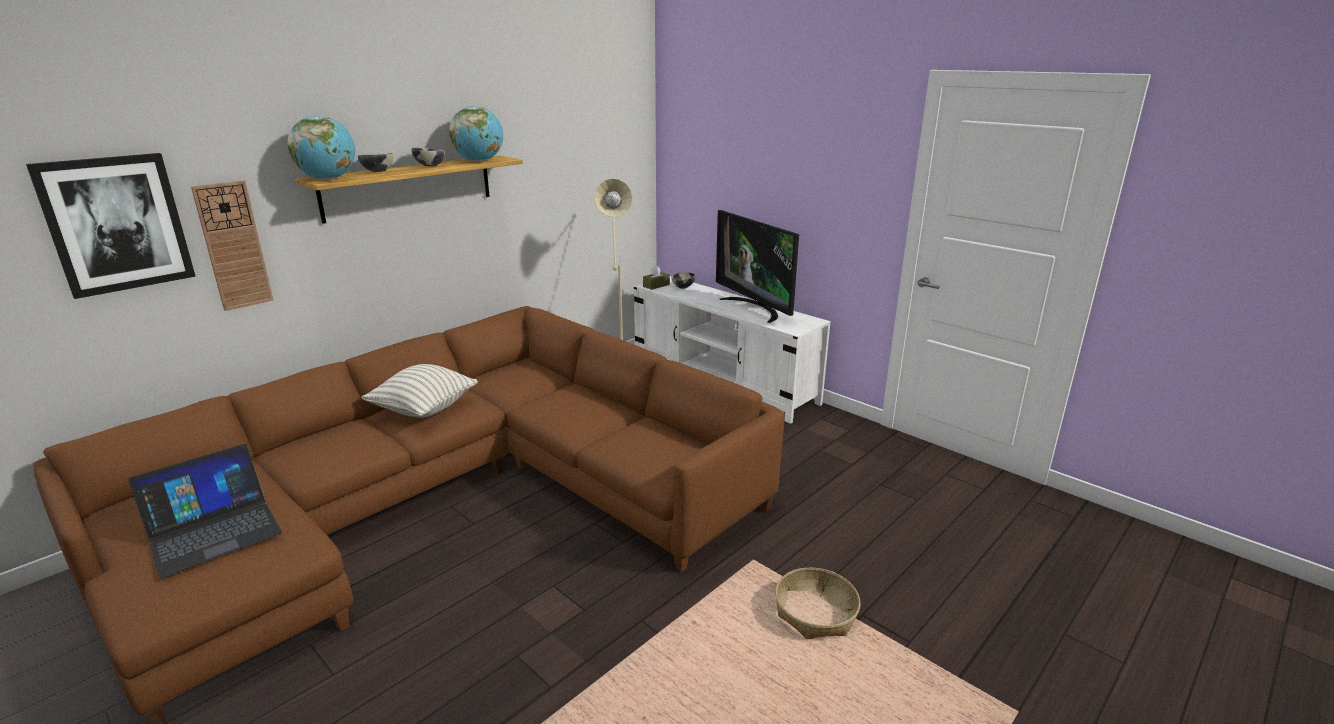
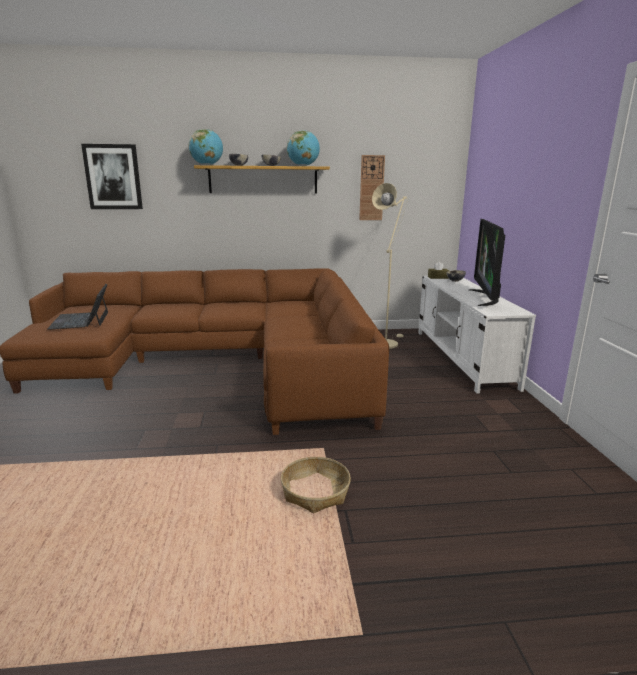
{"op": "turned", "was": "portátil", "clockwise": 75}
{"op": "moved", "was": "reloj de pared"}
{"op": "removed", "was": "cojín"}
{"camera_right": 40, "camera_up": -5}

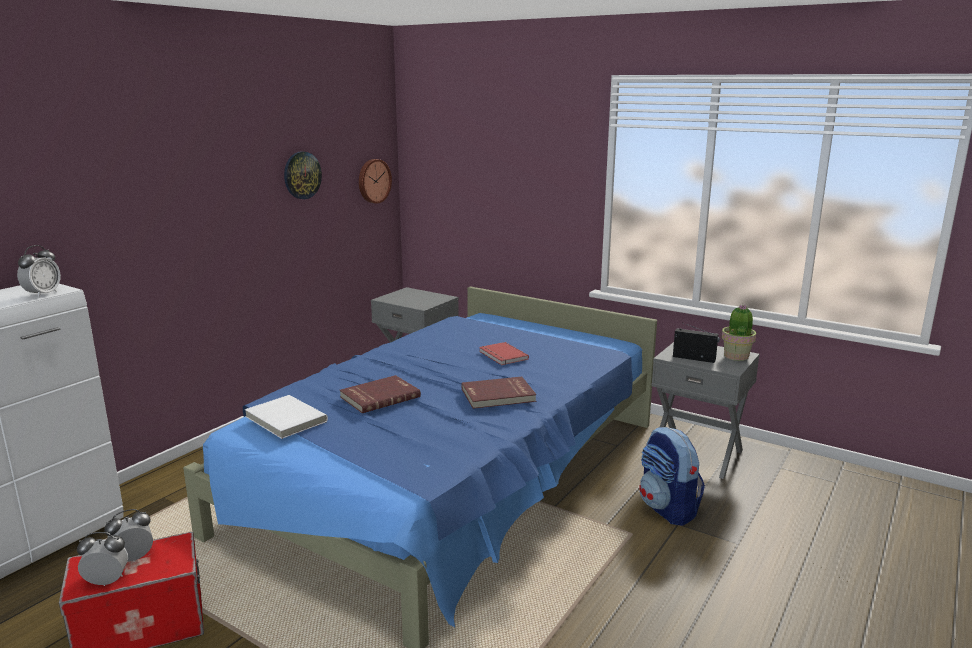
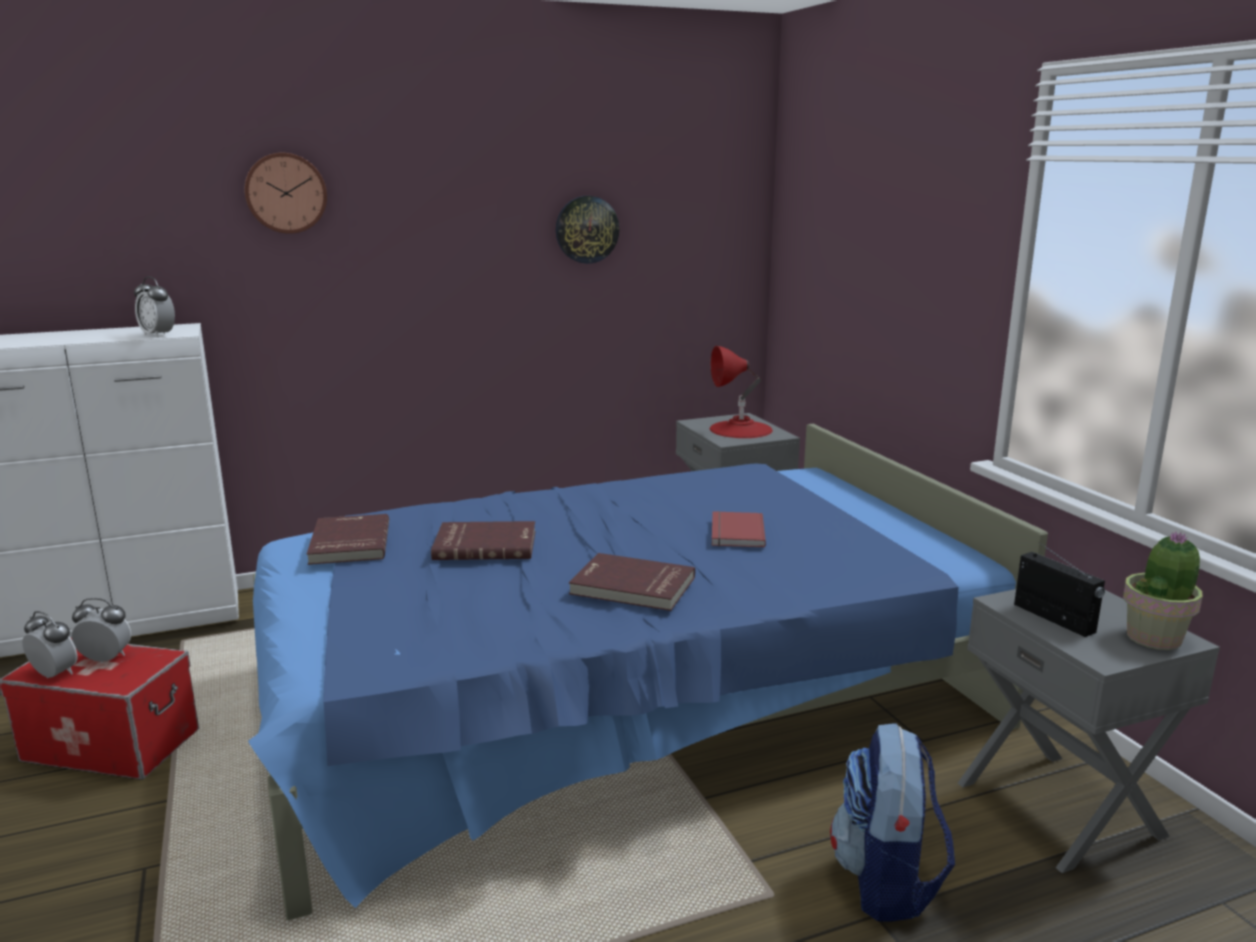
{"op": "turned", "was": "despertador (1st from left in the first image)", "clockwise": 75}
{"op": "recoloured", "was": "libro (blanco)", "now": "libro (rojo) (1st from left)"}
{"op": "moved", "was": "reloj de pared (2nd from left in the first image)", "now": "reloj de pared (1st from left)"}
{"op": "added", "now": "lámpara de mesa (rojo)"}
{"camera_right": 35, "camera_up": 0}

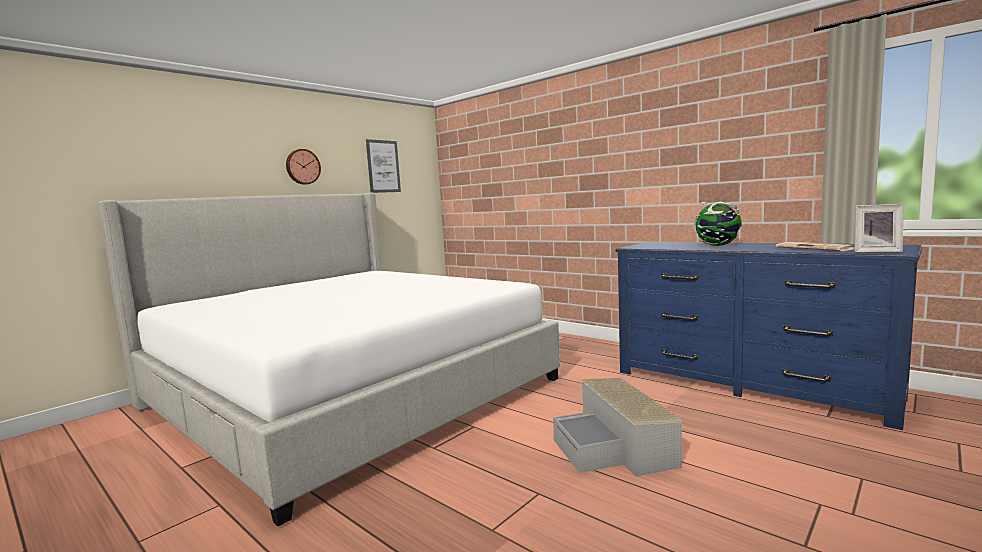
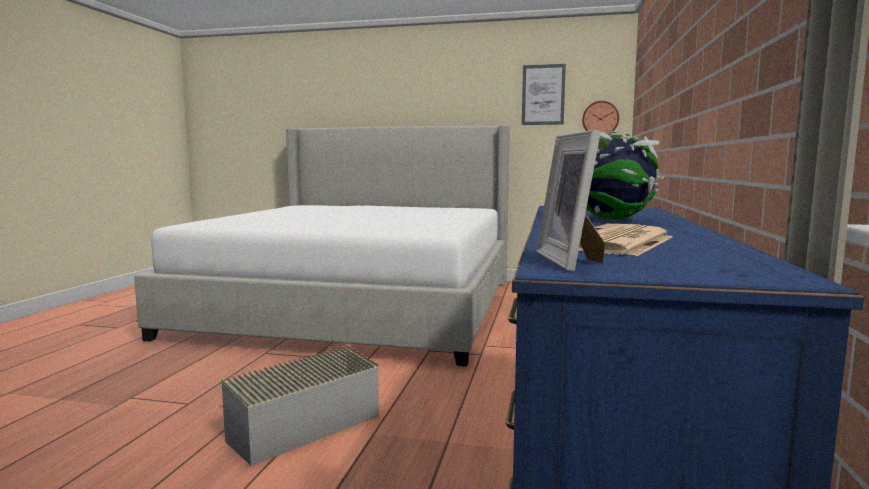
{"op": "moved", "was": "reloj de pared"}
{"camera_right": 60, "camera_up": 0}

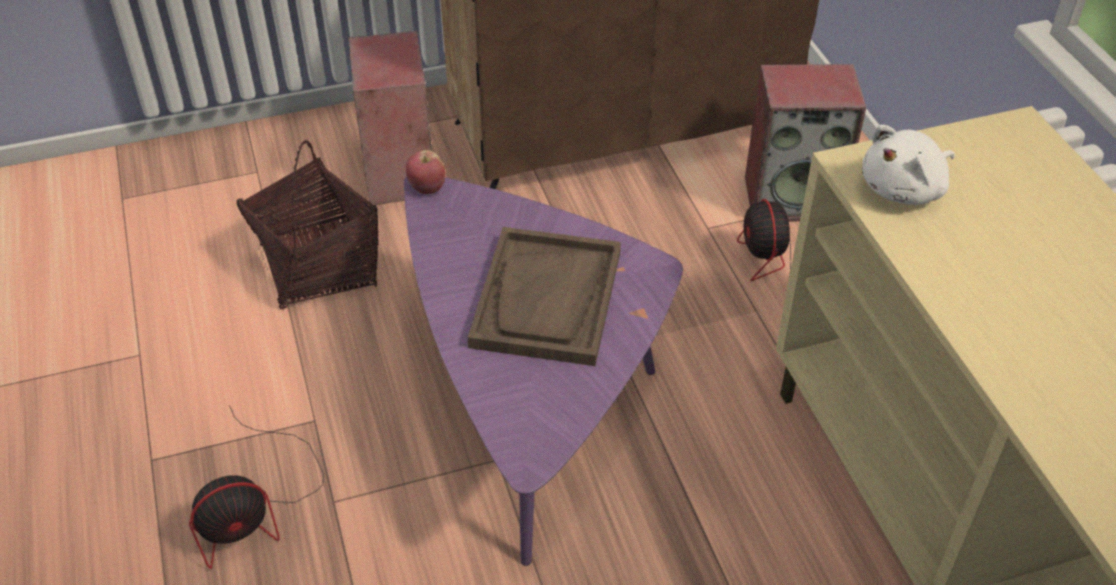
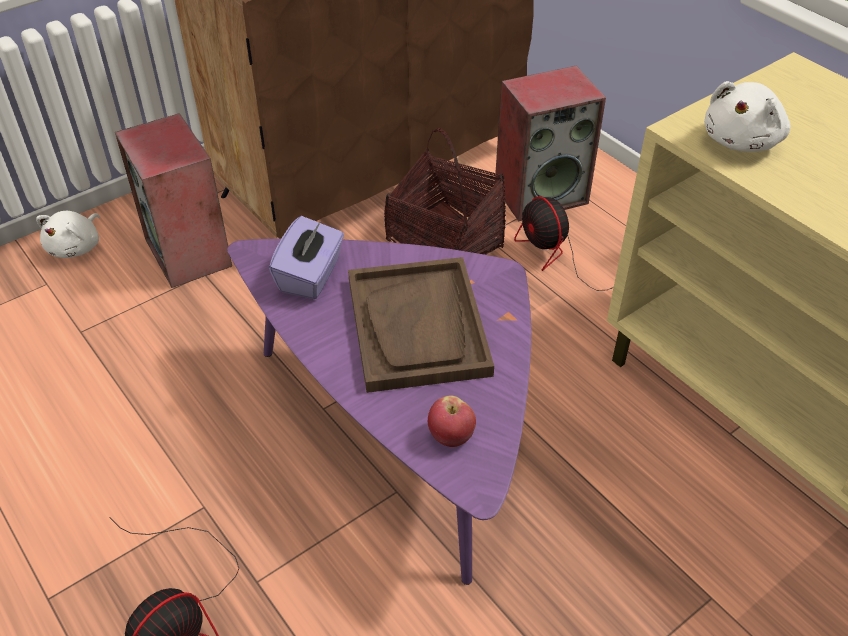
{"op": "moved", "was": "cesta"}
{"op": "moved", "was": "manzana"}
{"op": "added", "now": "peluche (blanco) (1st from left)"}
{"op": "added", "now": "caja de pañuelos (morado)"}
{"camera_right": -20, "camera_up": 0}

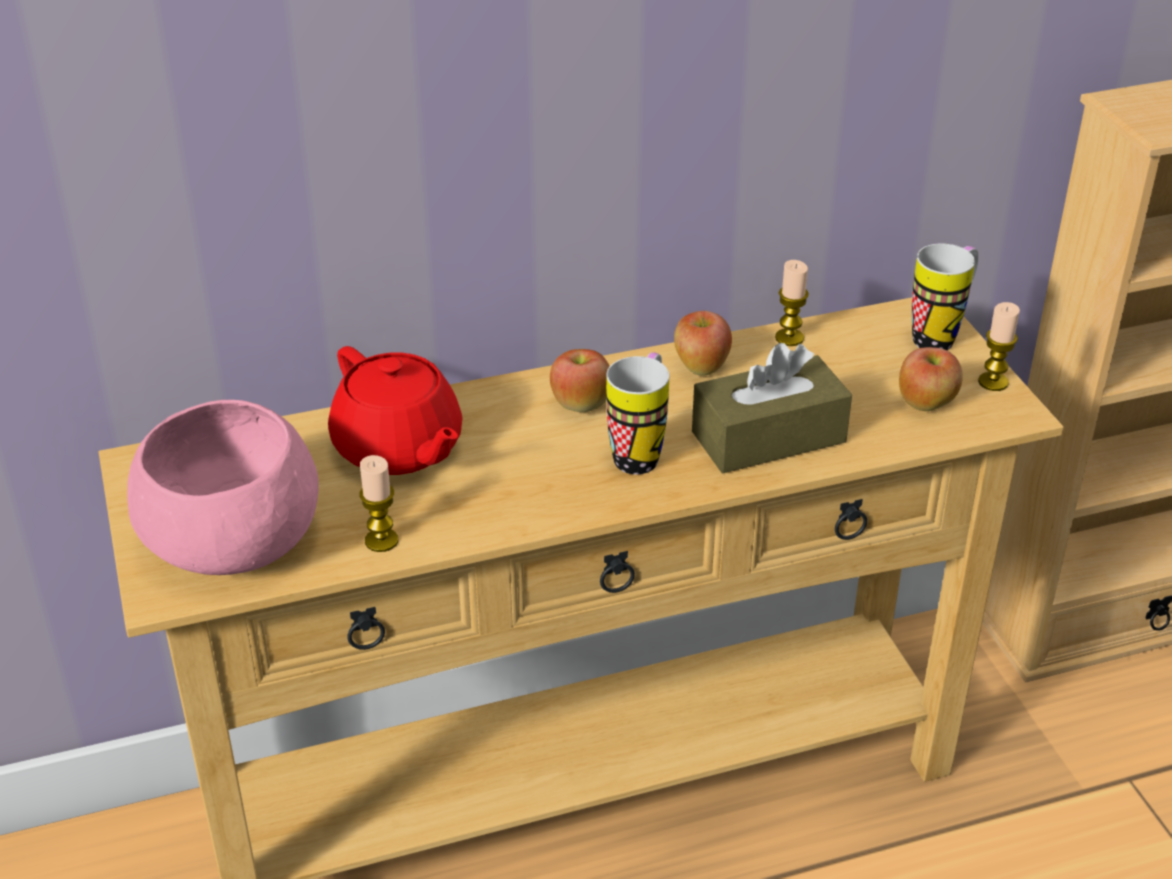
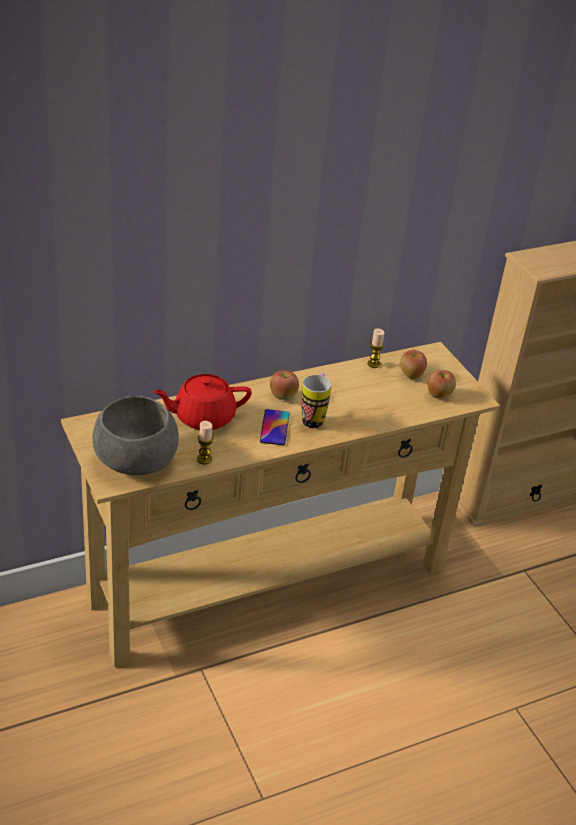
{"op": "recoloured", "was": "cuenco (rosa)", "now": "cuenco (gris)"}
{"op": "turned", "was": "tetera (rojo)", "clockwise": 120}
{"op": "moved", "was": "manzana (2nd from left)"}
{"op": "removed", "was": "caja de pañuelos (marrón)"}
{"op": "removed", "was": "taza grande (2nd from left)"}
{"op": "removed", "was": "vela (3rd from left)"}
{"op": "added", "now": "móvil"}
{"camera_right": -10, "camera_up": 0}

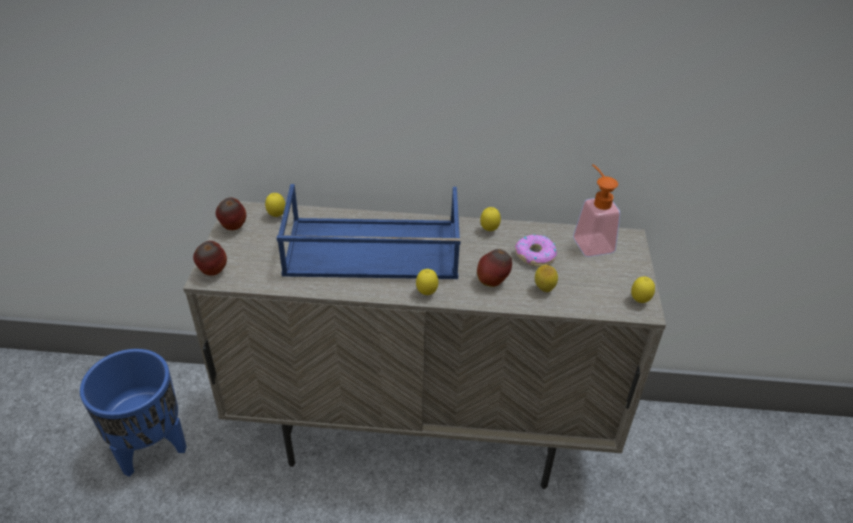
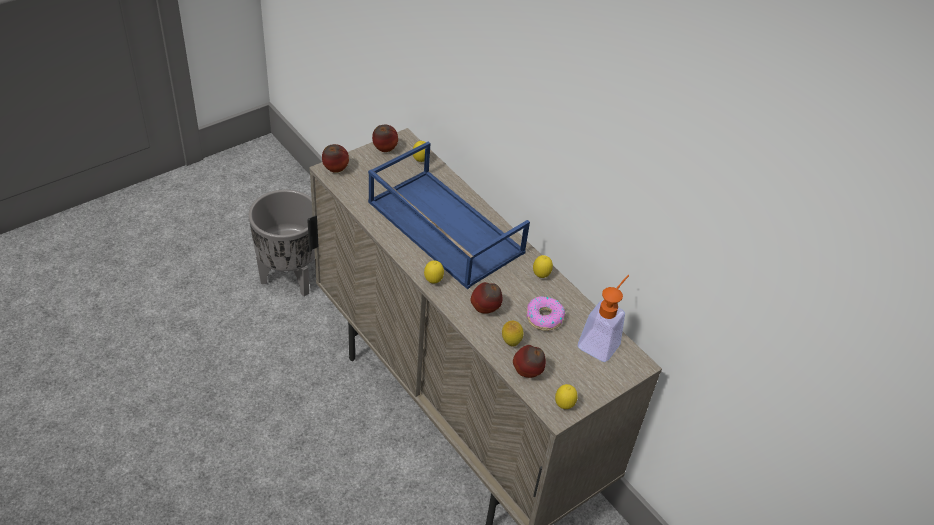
{"op": "recoloured", "was": "maceta (azul)", "now": "maceta (gris)"}
{"op": "added", "now": "manzana (4th from left)"}
{"camera_right": 45, "camera_up": 5}

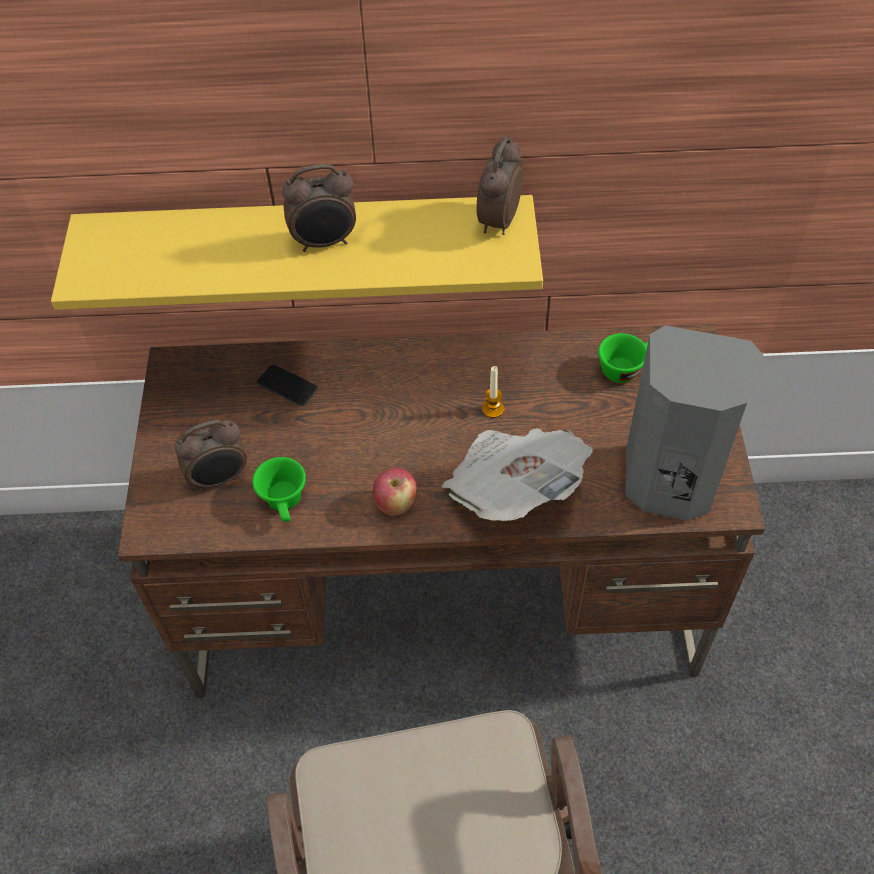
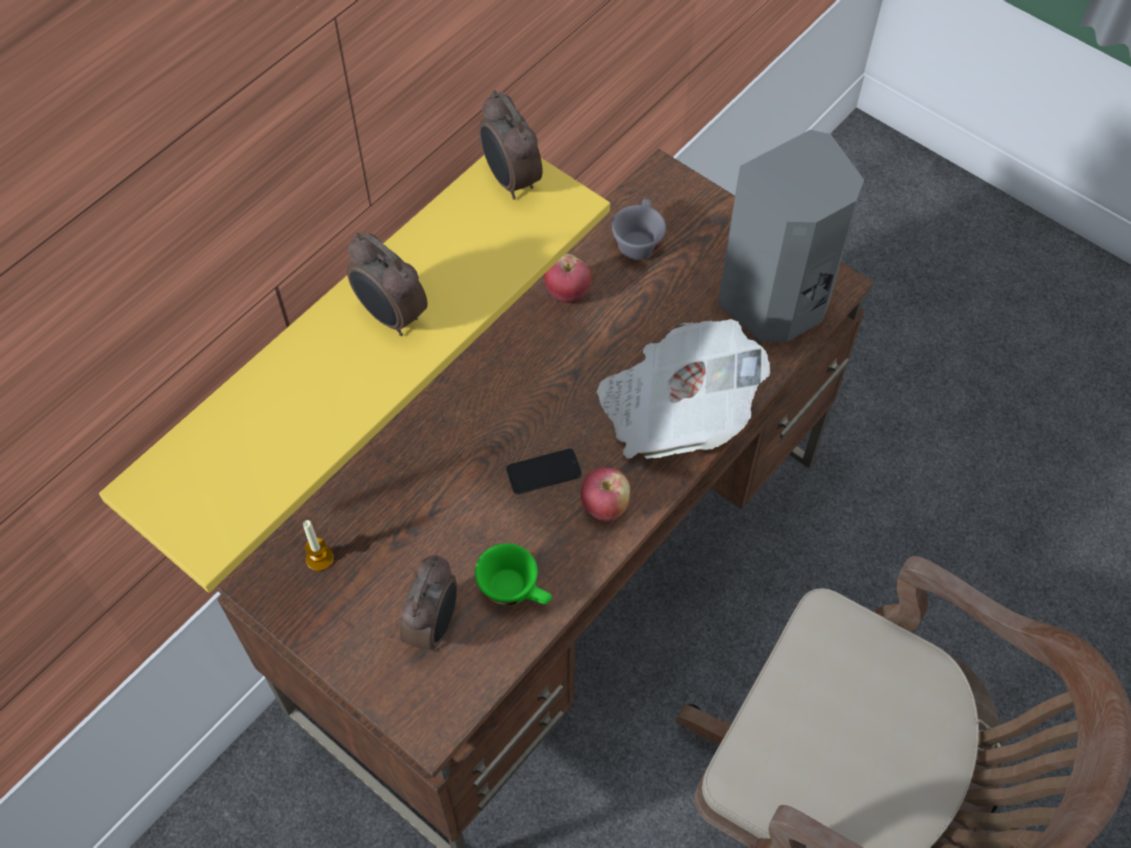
{"op": "moved", "was": "móvil"}
{"op": "turned", "was": "despertador (2nd from left in the first image)", "clockwise": 105}
{"op": "moved", "was": "vela"}
{"op": "recoloured", "was": "taza (verde) (2nd from left)", "now": "taza (gris)"}
{"op": "added", "now": "manzana (1st from left)"}
{"camera_right": -50, "camera_up": 5}

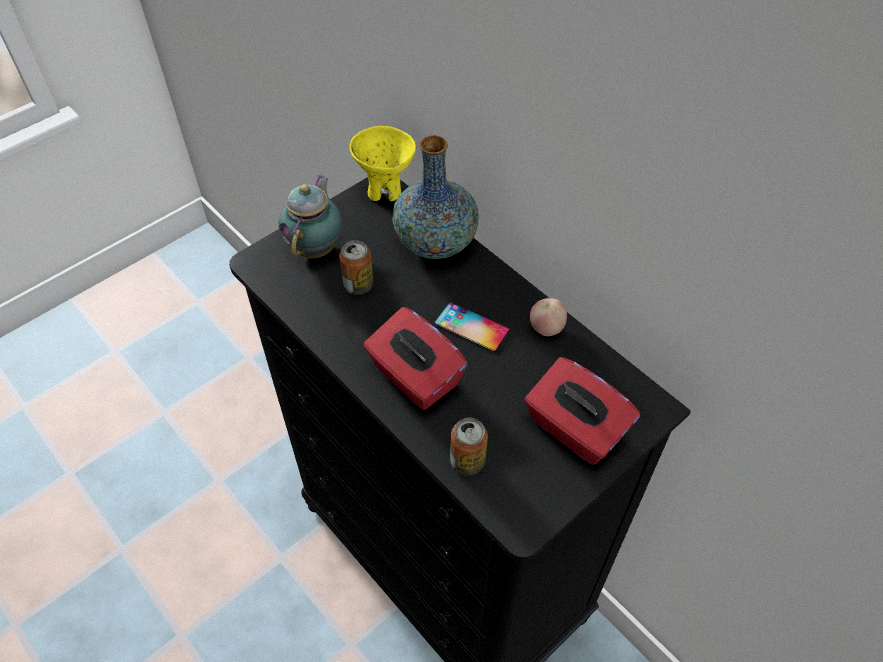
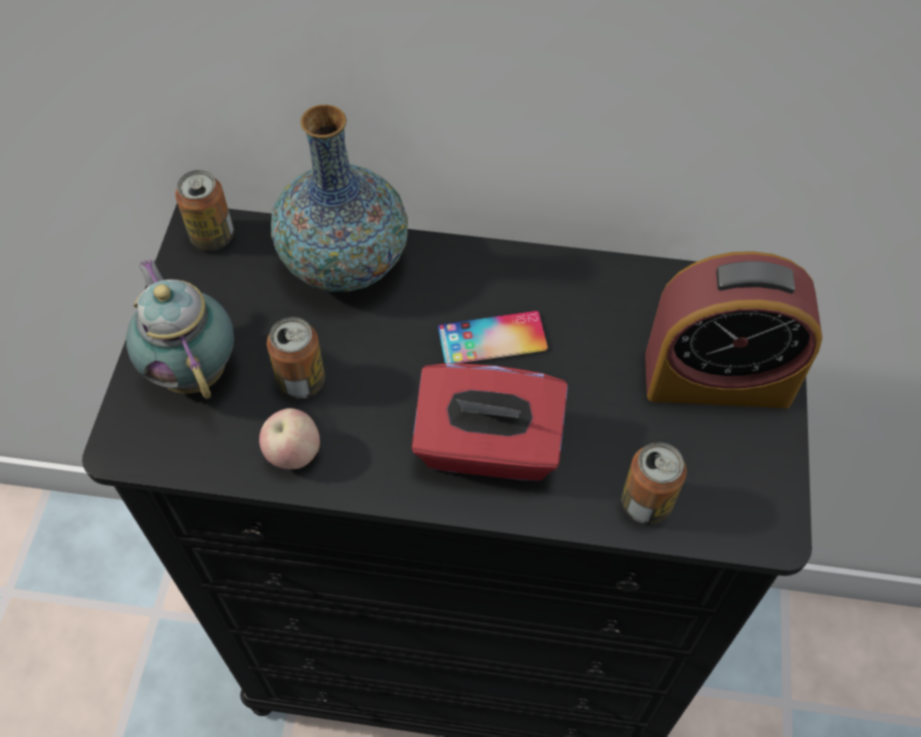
{"op": "replaced", "was": "cuenco (amarillo)", "now": "lata (1st from left)"}
{"op": "replaced", "was": "caja de pañuelos (rojo) (2nd from left)", "now": "despertador"}
{"op": "moved", "was": "manzana"}
{"camera_right": -40, "camera_up": 5}

